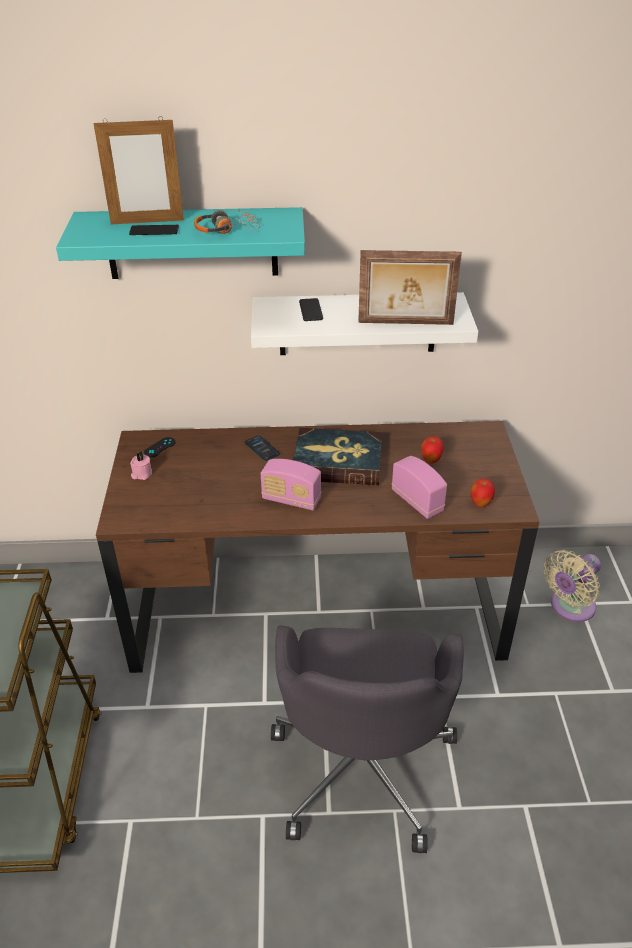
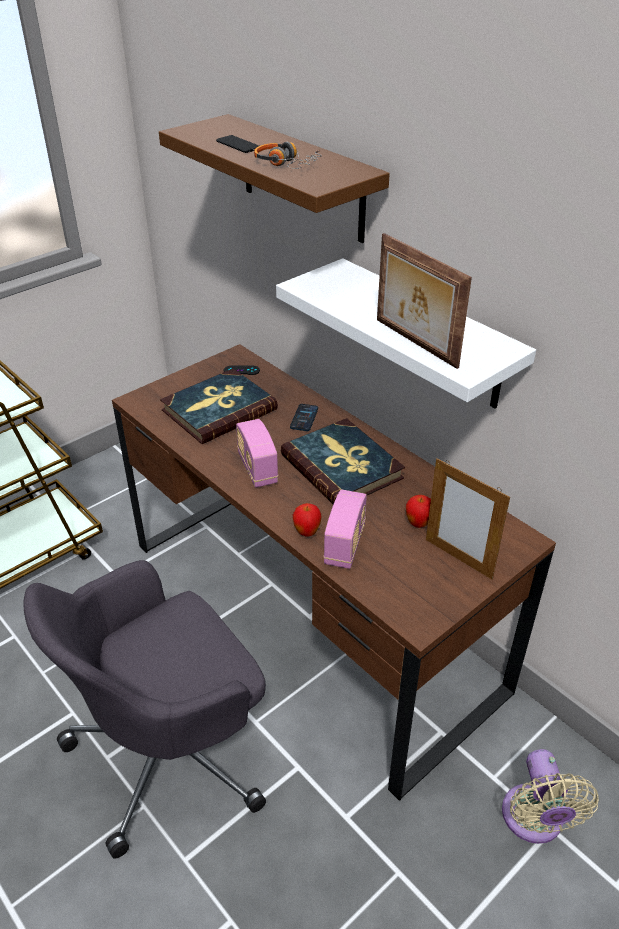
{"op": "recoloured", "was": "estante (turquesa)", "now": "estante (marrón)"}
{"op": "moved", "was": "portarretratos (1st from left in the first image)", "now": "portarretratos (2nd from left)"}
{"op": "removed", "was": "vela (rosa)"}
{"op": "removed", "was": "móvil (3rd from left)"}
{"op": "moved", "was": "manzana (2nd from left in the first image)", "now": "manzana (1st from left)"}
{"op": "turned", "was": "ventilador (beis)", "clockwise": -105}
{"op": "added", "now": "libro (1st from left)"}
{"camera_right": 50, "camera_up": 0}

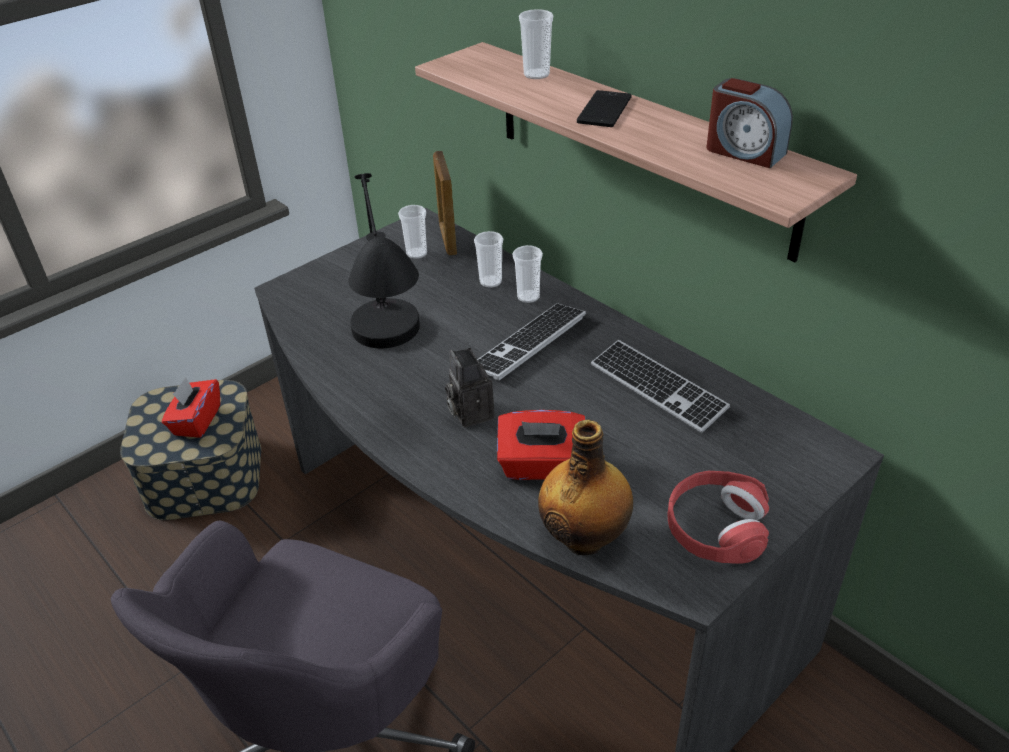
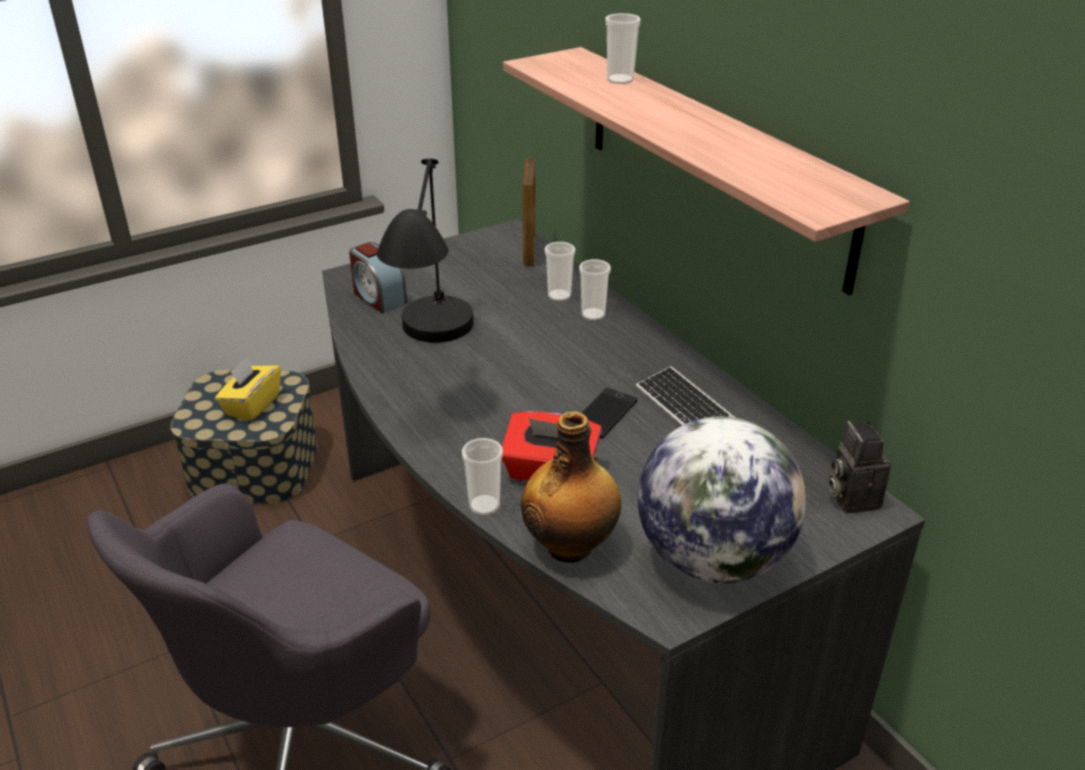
{"op": "recoloured", "was": "caja de pañuelos (rojo) (1st from left)", "now": "caja de pañuelos (amarillo)"}
{"op": "moved", "was": "taza (1st from left)"}
{"op": "moved", "was": "cámara"}
{"op": "removed", "was": "teclado (1st from left)"}
{"op": "moved", "was": "móvil"}
{"op": "replaced", "was": "auriculares (rojo)", "now": "globo terráqueo"}
{"op": "moved", "was": "despertador"}
{"camera_right": 10, "camera_up": -5}

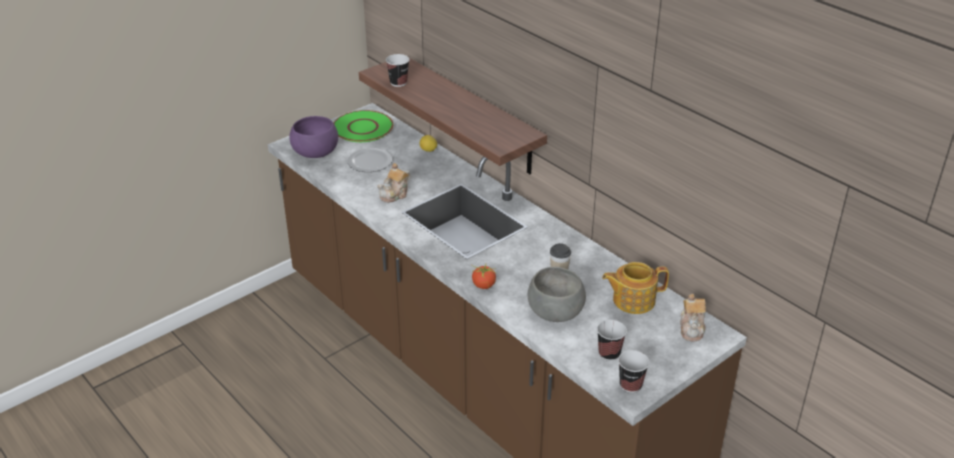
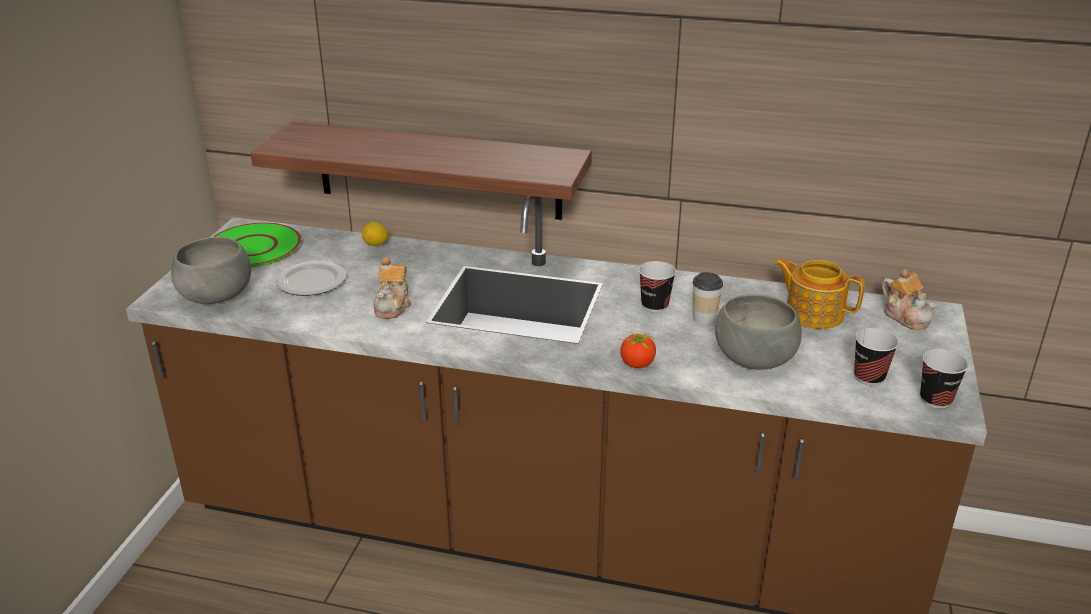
{"op": "recoloured", "was": "cuenco (morado)", "now": "cuenco (gris) (1st from left)"}
{"op": "moved", "was": "taza (1st from left)"}
{"op": "turned", "was": "tetera (2nd from left)", "clockwise": 75}
{"camera_right": -35, "camera_up": -5}

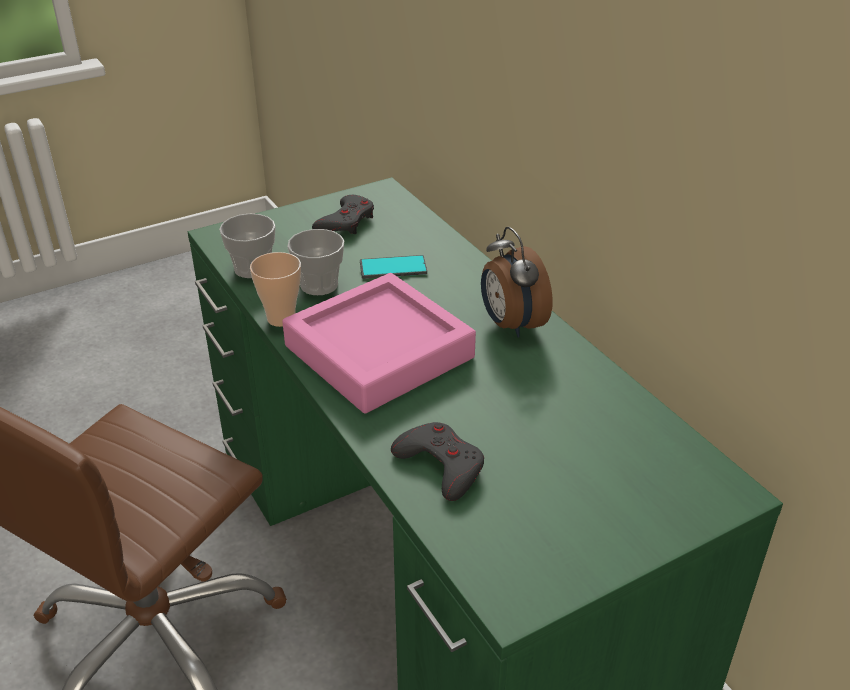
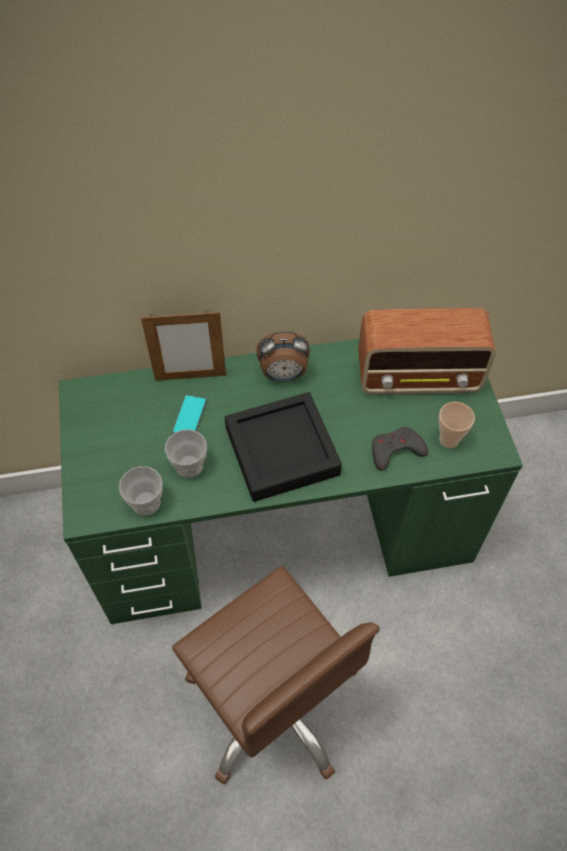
{"op": "moved", "was": "taza (2nd from left in the first image)", "now": "taza (3rd from left)"}
{"op": "recoloured", "was": "bandeja (rosa)", "now": "bandeja (negro)"}
{"op": "removed", "was": "mando de consola (gris) (1st from left)"}
{"op": "added", "now": "portarretratos"}
{"op": "added", "now": "radio"}
{"camera_right": -70, "camera_up": 20}

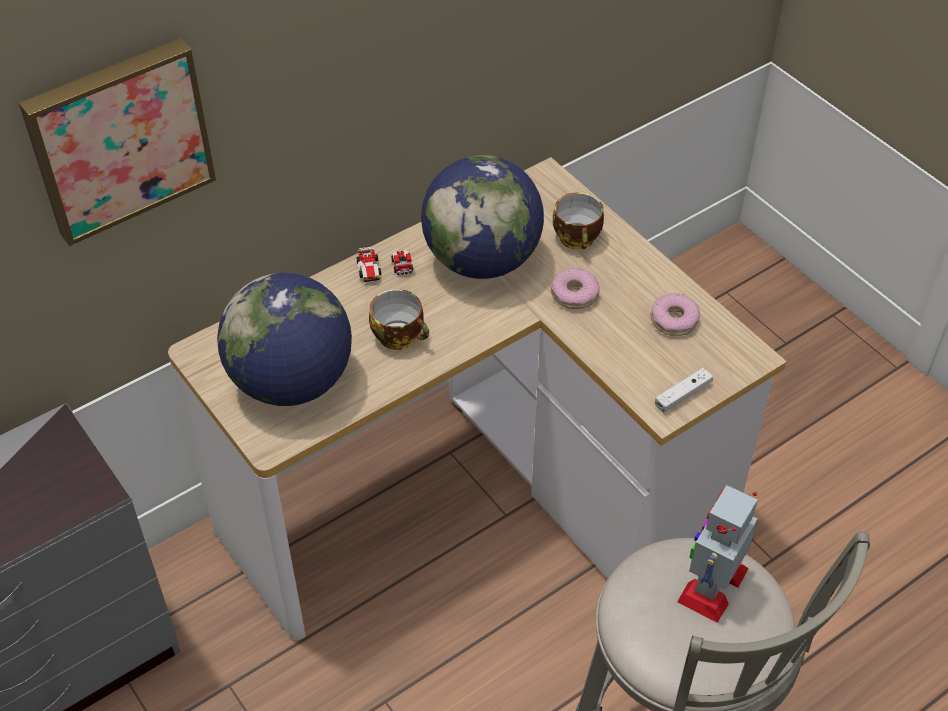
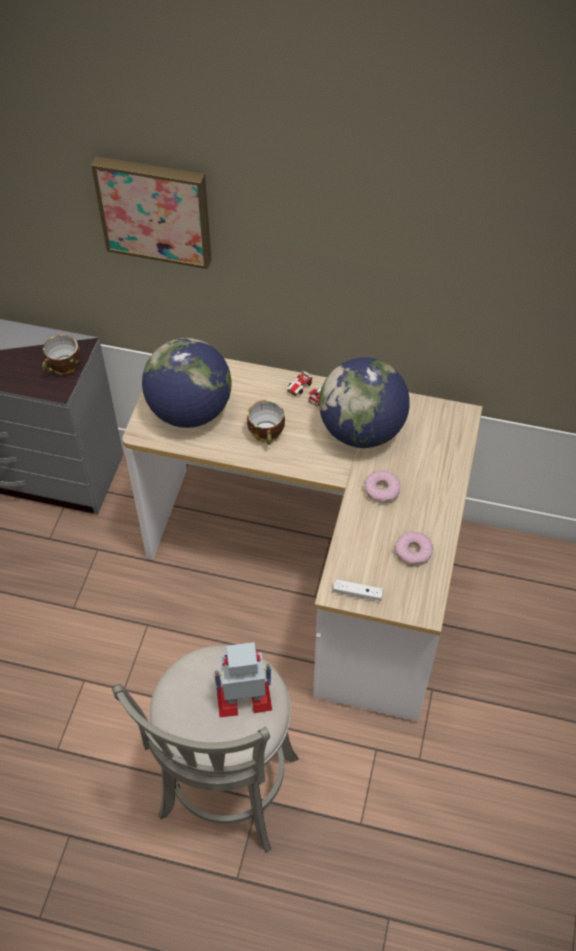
{"op": "moved", "was": "taza (2nd from left in the first image)", "now": "taza (1st from left)"}
{"camera_right": 50, "camera_up": 5}

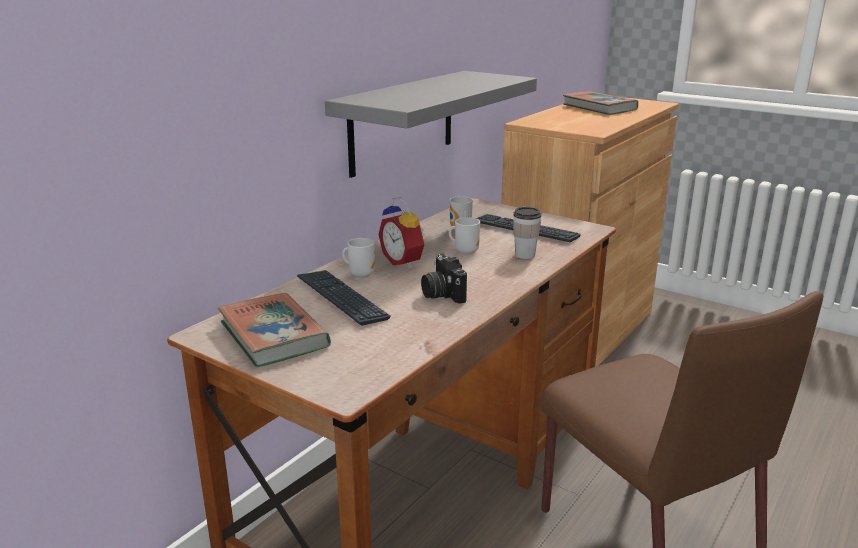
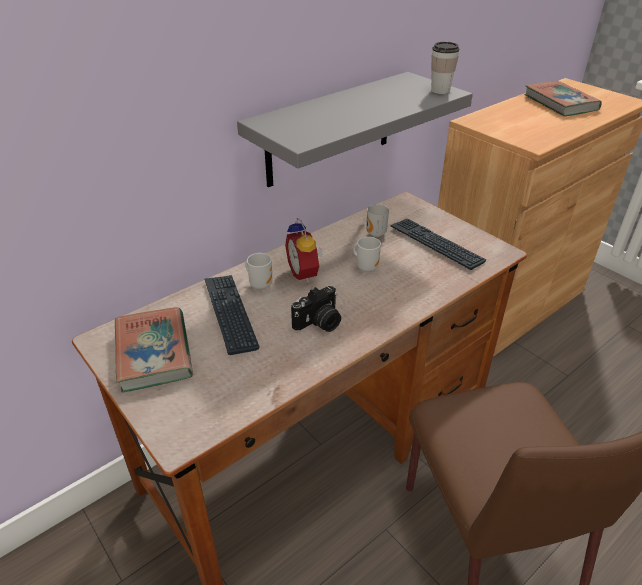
{"op": "turned", "was": "cámara", "clockwise": -120}
{"op": "moved", "was": "taza"}
{"camera_right": 15, "camera_up": 15}

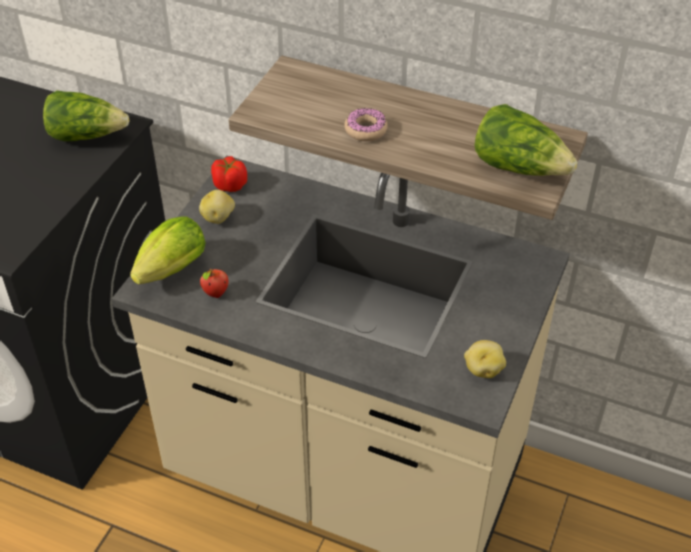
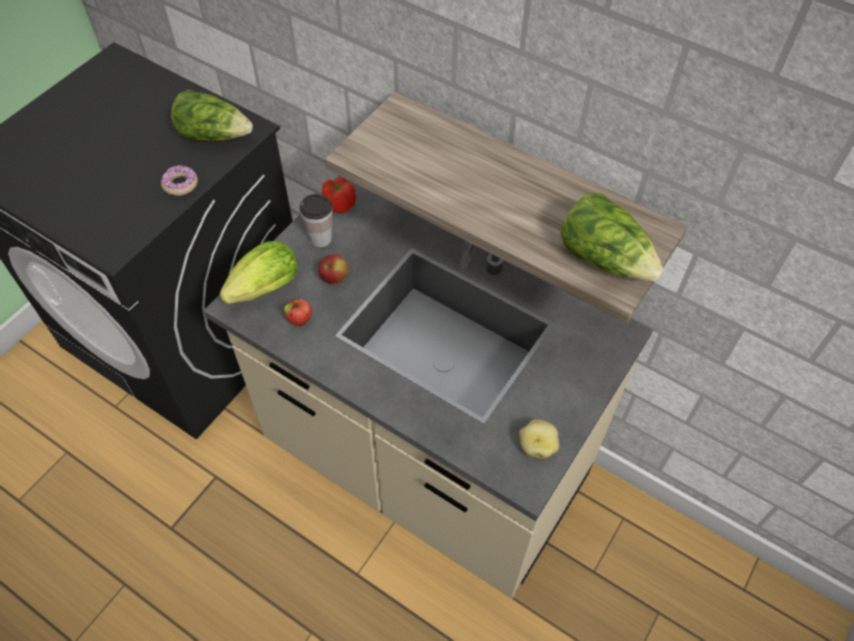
{"op": "replaced", "was": "patata (1st from left)", "now": "taza"}
{"op": "moved", "was": "rosquilla"}
{"op": "added", "now": "manzana (2nd from left)"}
{"camera_right": 10, "camera_up": 10}

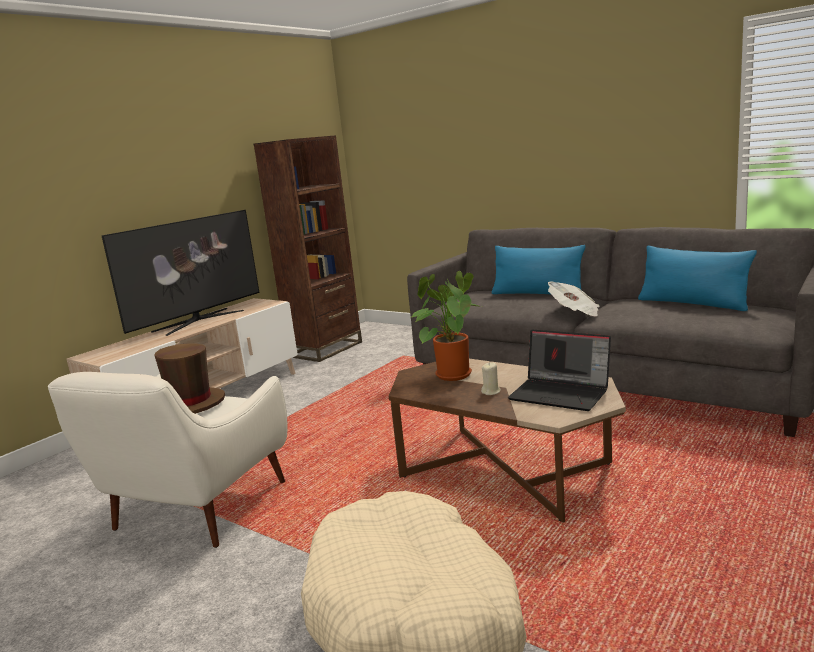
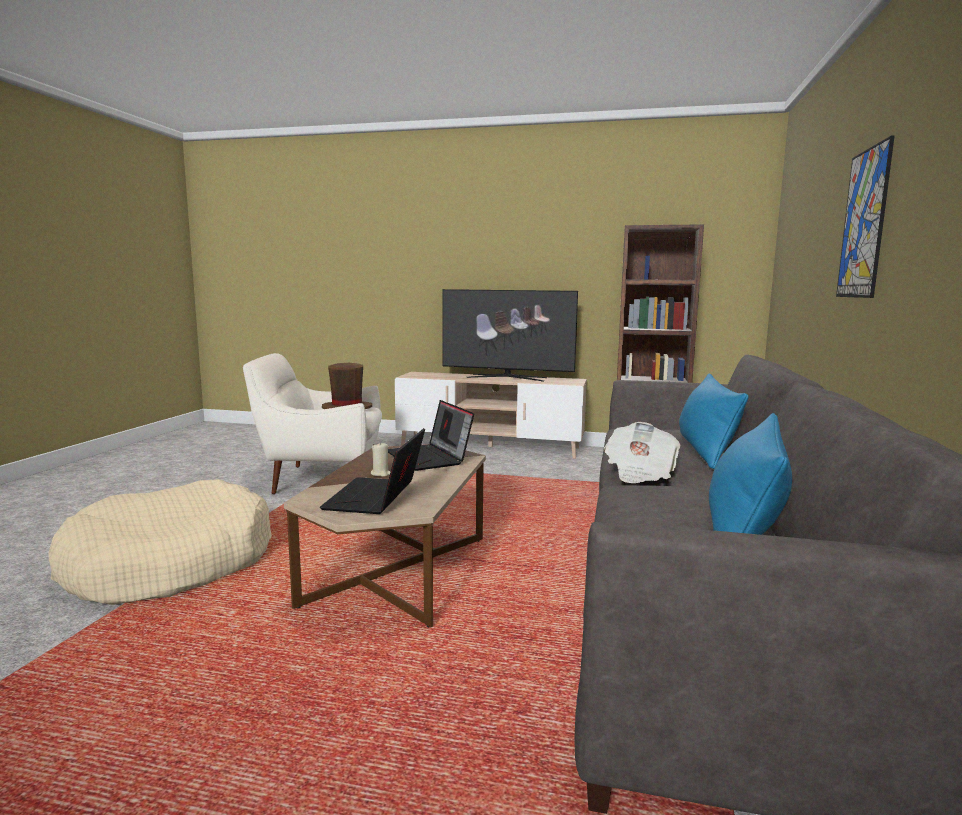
{"op": "replaced", "was": "planta en maceta", "now": "portátil (2nd from left)"}
{"op": "added", "now": "cuadro"}
{"camera_right": 65, "camera_up": -5}

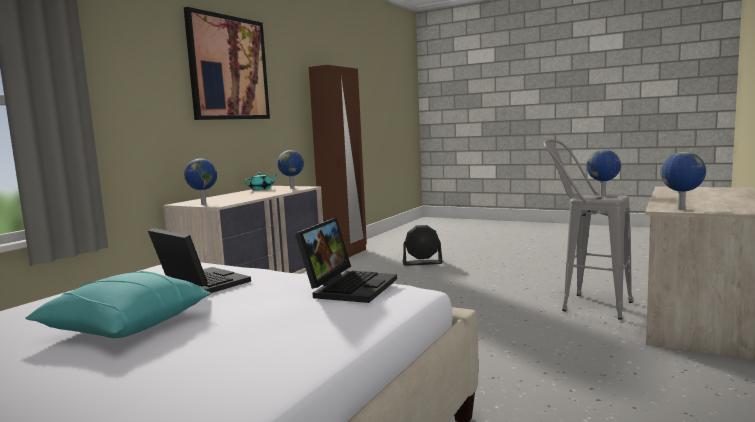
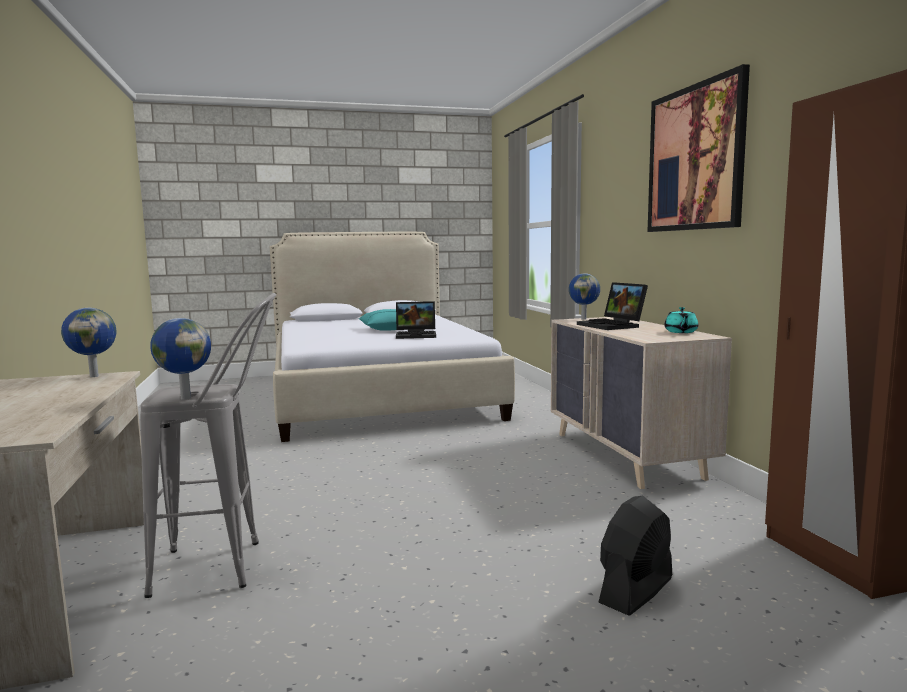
{"op": "removed", "was": "globo terráqueo (2nd from left)"}
{"op": "moved", "was": "portátil (2nd from left)"}
{"camera_right": 135, "camera_up": 0}

